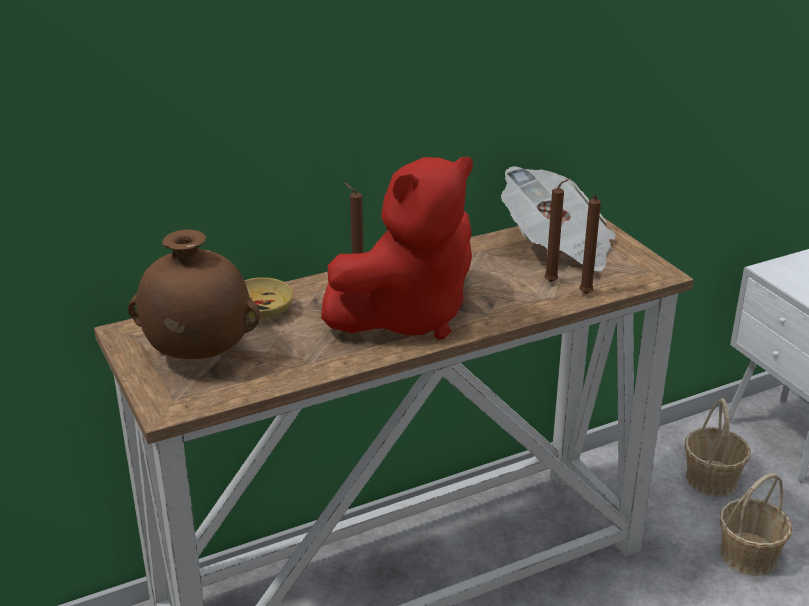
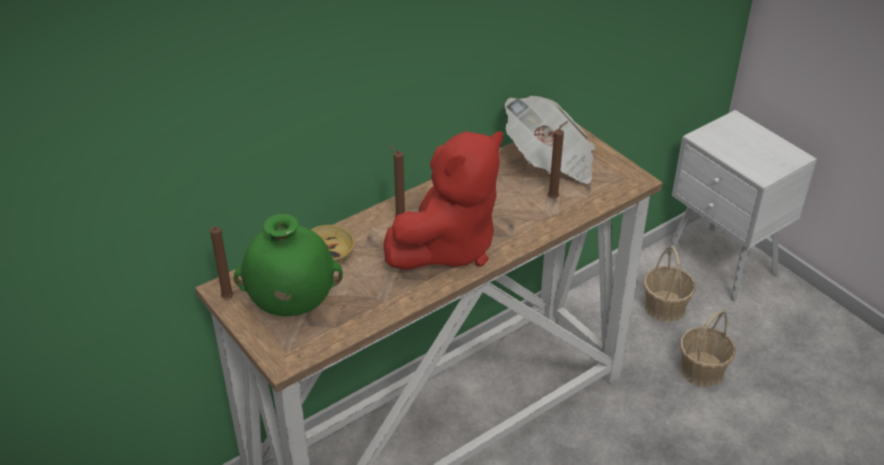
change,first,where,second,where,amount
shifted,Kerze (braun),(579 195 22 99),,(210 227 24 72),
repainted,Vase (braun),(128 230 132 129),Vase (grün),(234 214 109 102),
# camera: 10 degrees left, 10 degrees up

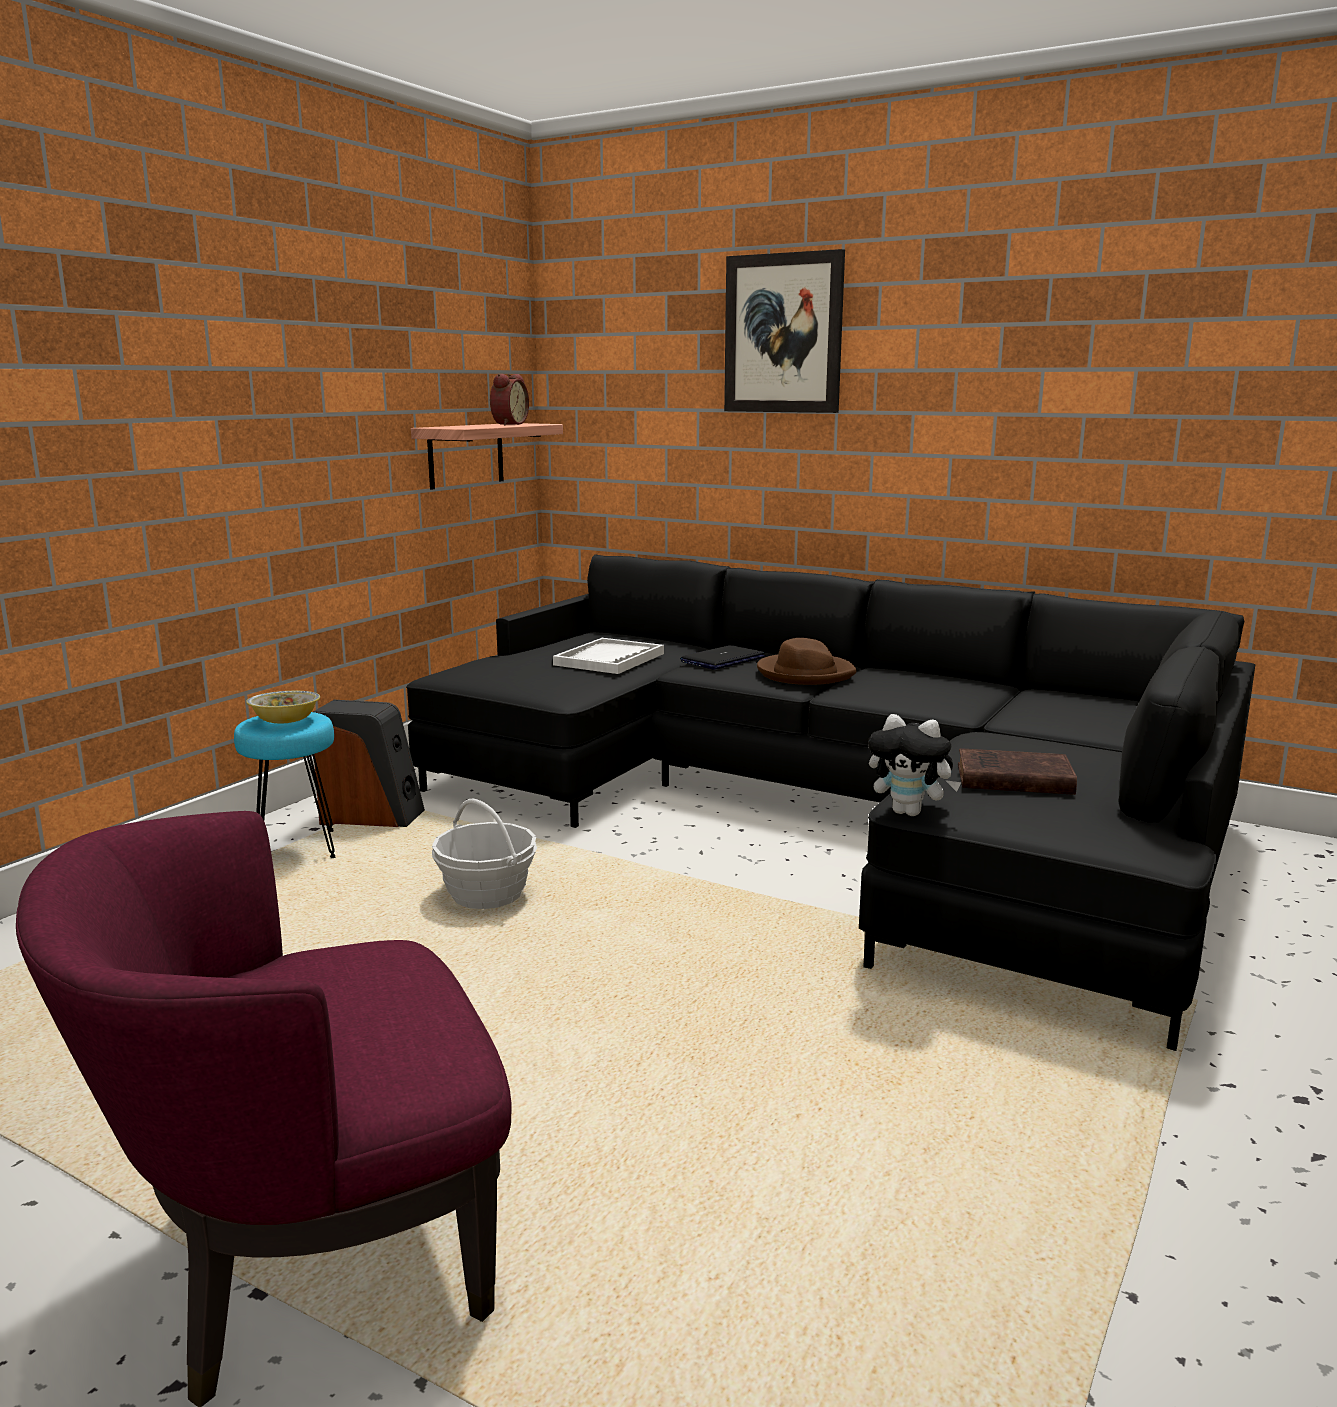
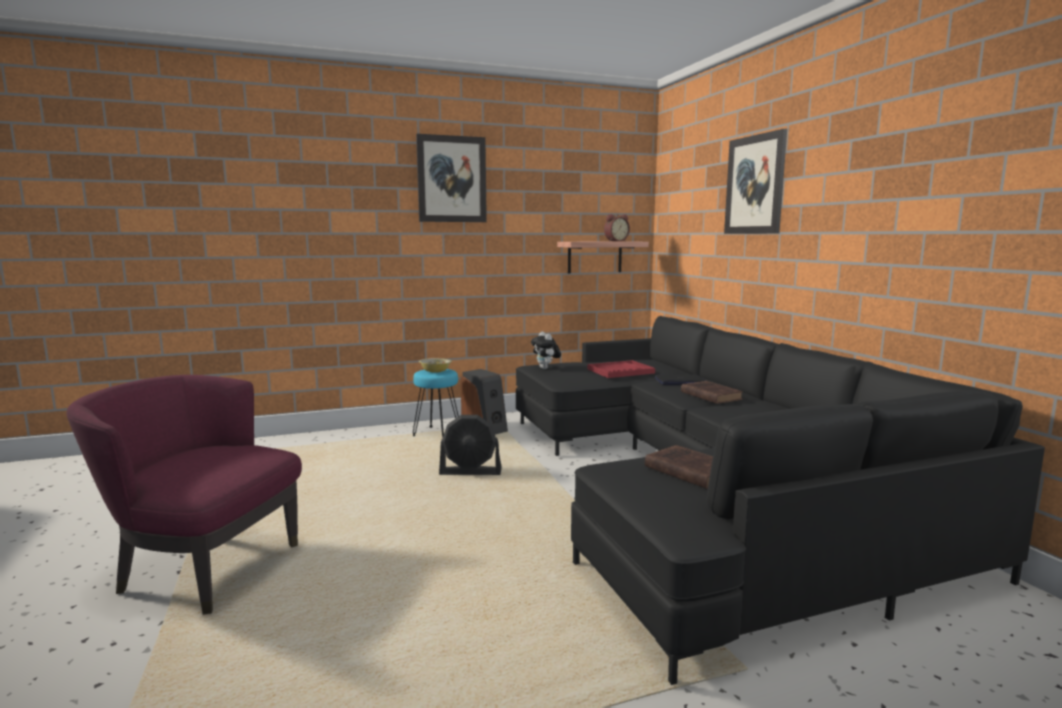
change,first,where,second,where,amount
repainted,Tablett (weiß),(553 638 111 36),Tablett (rot),(588 360 67 18),
swapped,Hut (braun),(757 638 100 47),Buch (braun),(681 381 62 23),
shifted,Plüschtier,(868 714 93 102),,(531 332 30 37),
swapped,Korb,(432 799 105 110),Ventilator (schwarz),(439 415 63 60),
new,,,Bild,(416 134 71 88),
# camera: 40 degrees right, 5 degrees down

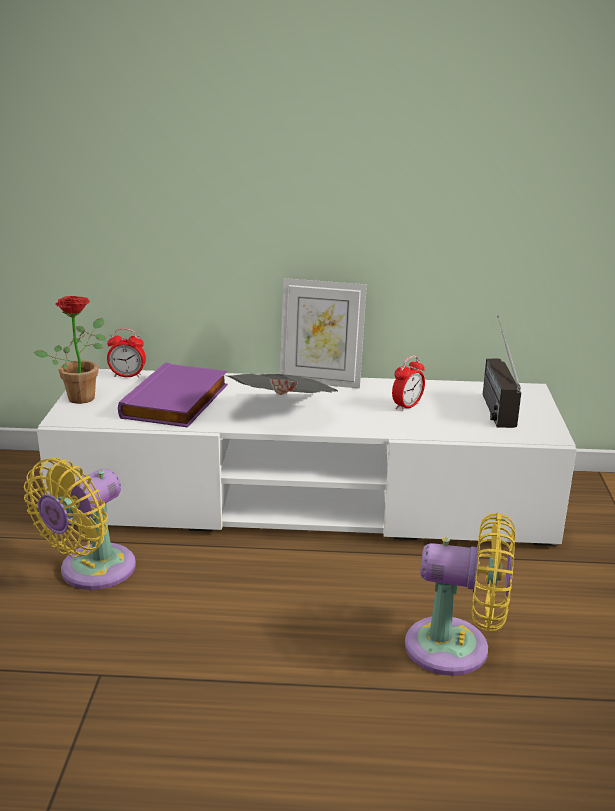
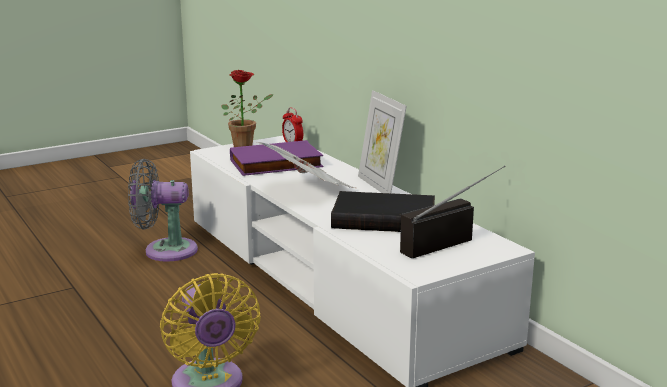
change,first,where,second,where,amount
swapped,Wecker,(392 355 33 57),Buch (schwarz),(331 191 104 41),
repainted,Ventilator (gelb),(24 458 112 132),Ventilator (grau),(128 159 70 103),
# camera: 55 degrees right, 5 degrees down

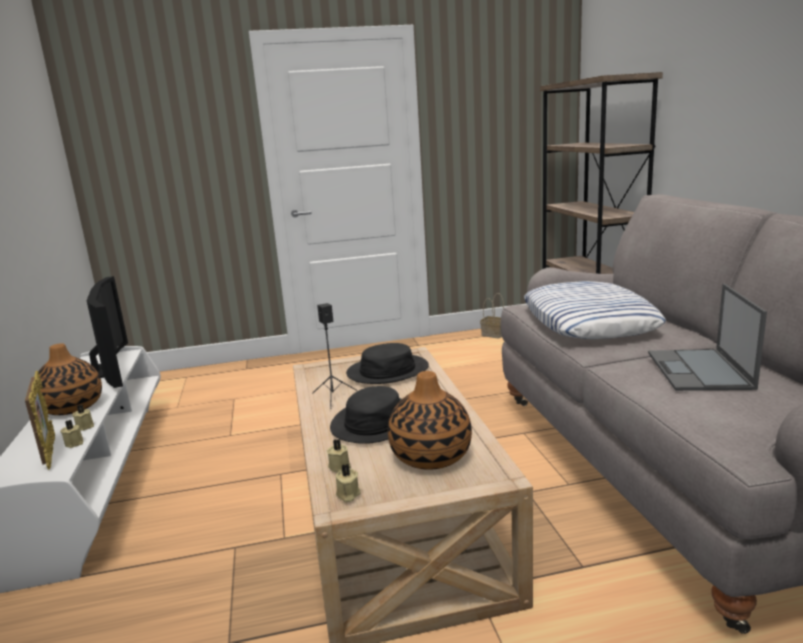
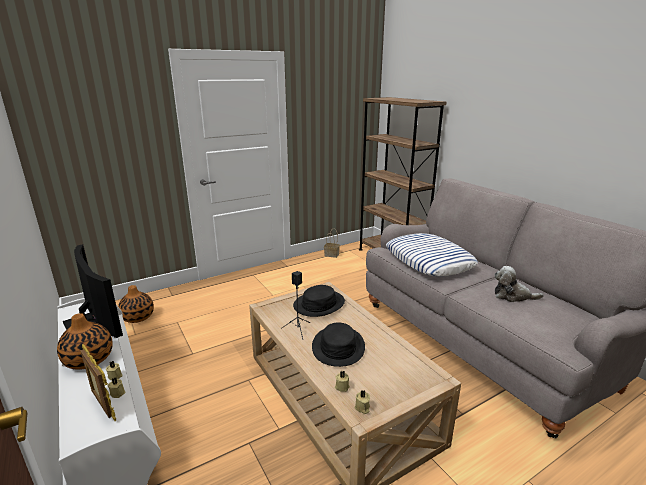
change,first,where,second,where,amount
swapped,Laptop,(648 284 119 107),Plüschtier,(494 266 50 36),
shifted,Vase,(388 371 84 99),,(118 285 36 38),
# camera: 20 degrees left, 5 degrees up

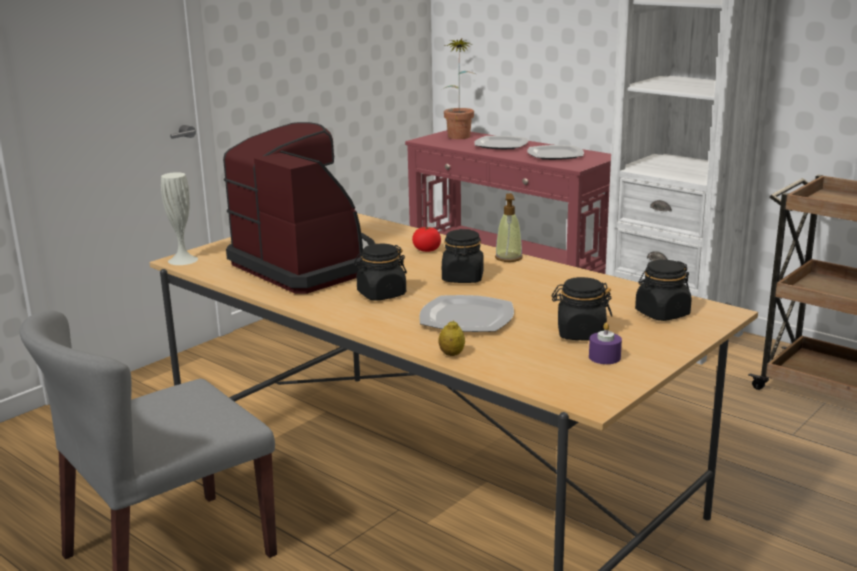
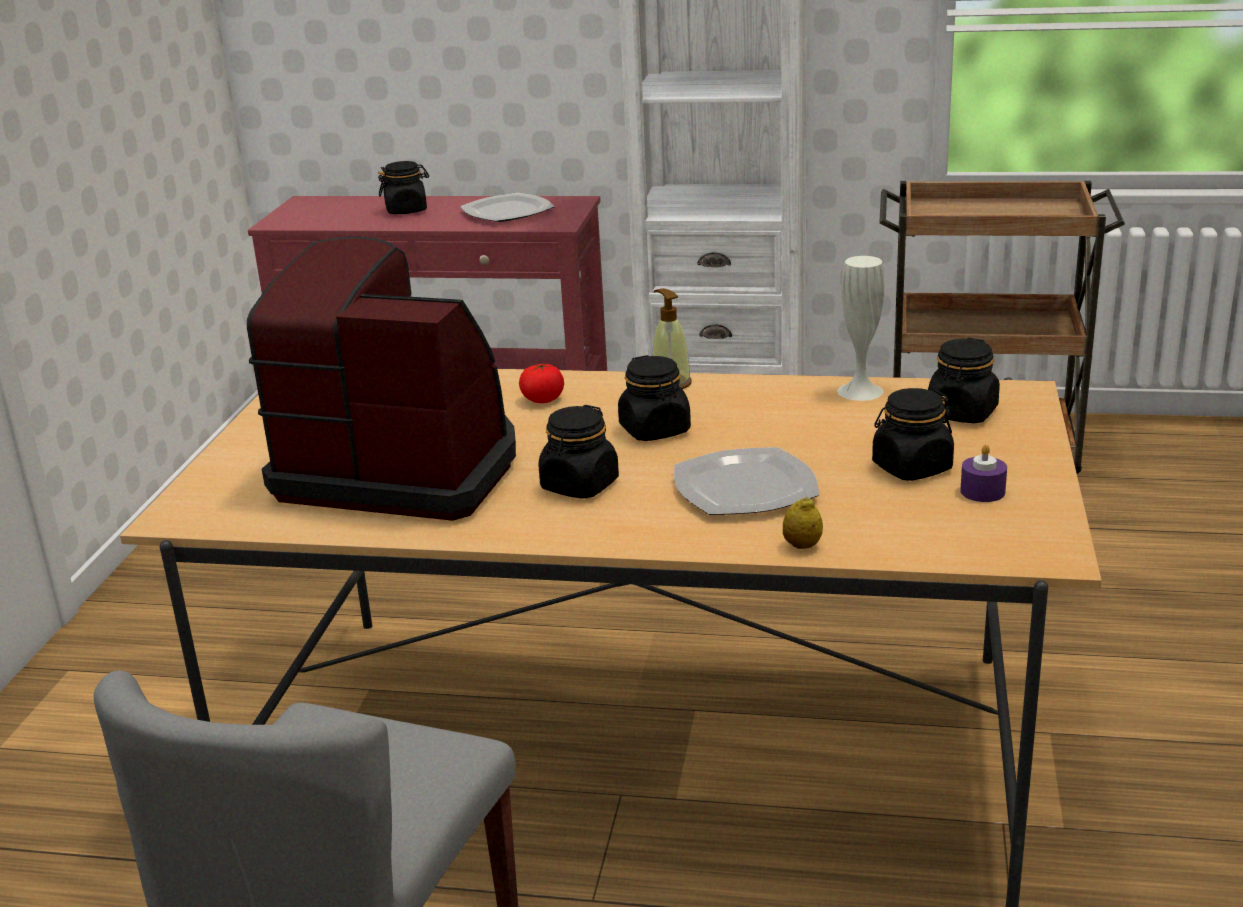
change,first,where,second,where,amount
gone,Topfpflanze,(443 38 32 101),,,
swapped,Teller,(474 136 54 13),Vorratsglas (schwarz),(378 161 51 53),
shifted,Vase (weiß),(161 172 37 93),,(837 256 47 145),
# camera: 30 degrees left, 5 degrees up

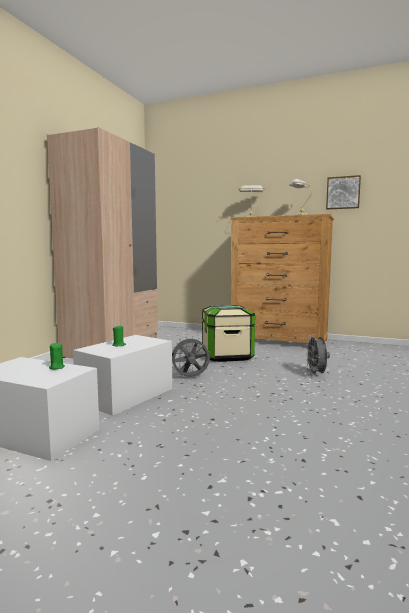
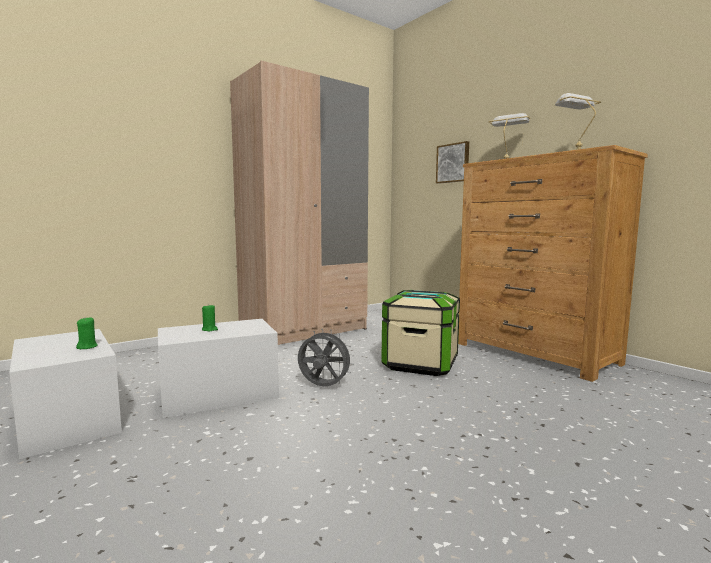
change,first,where,second,where,amount
shifted,Bild,(326 175 35 35),,(436 141 33 43),
gone,Ventilator (grau),(305 334 25 42),,,
# camera: 30 degrees right, 0 degrees up

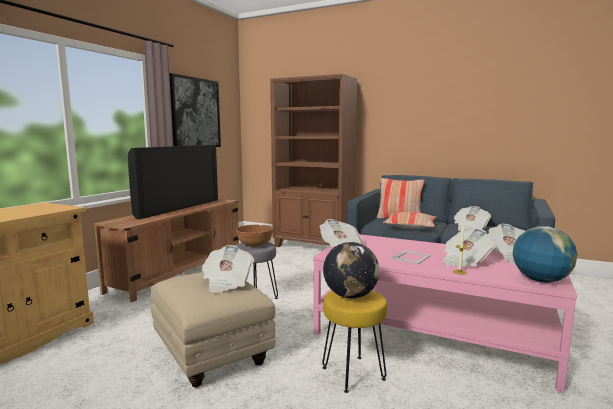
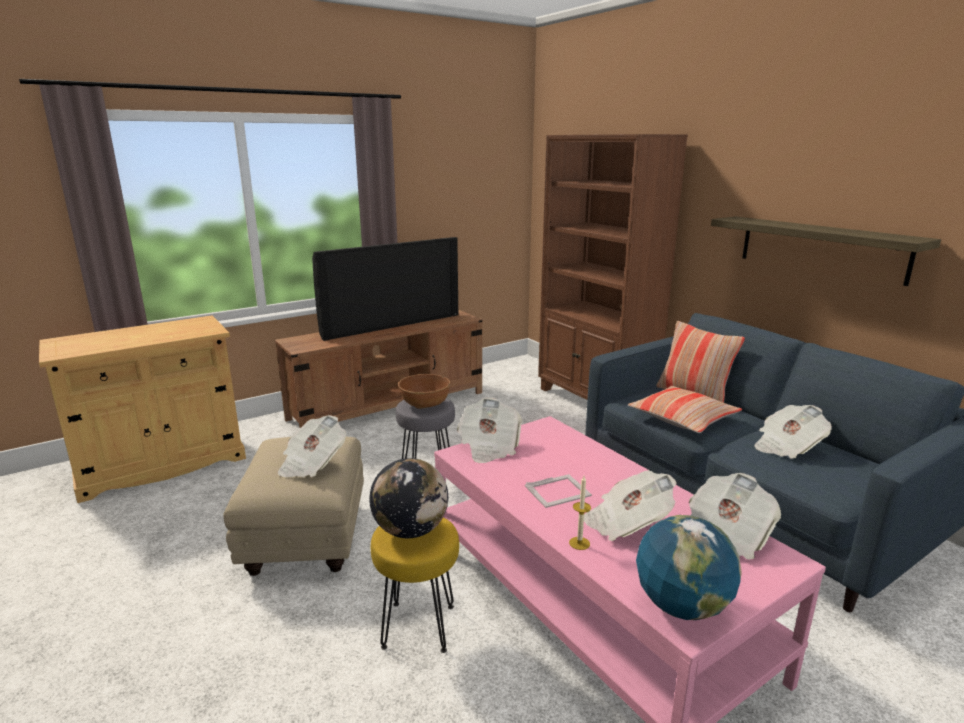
change,first,where,second,where,amount
gone,Bild,(169 73 52 74),,,
new,,,Wandregal,(711 216 230 70),
# camera: 30 degrees right, 10 degrees up

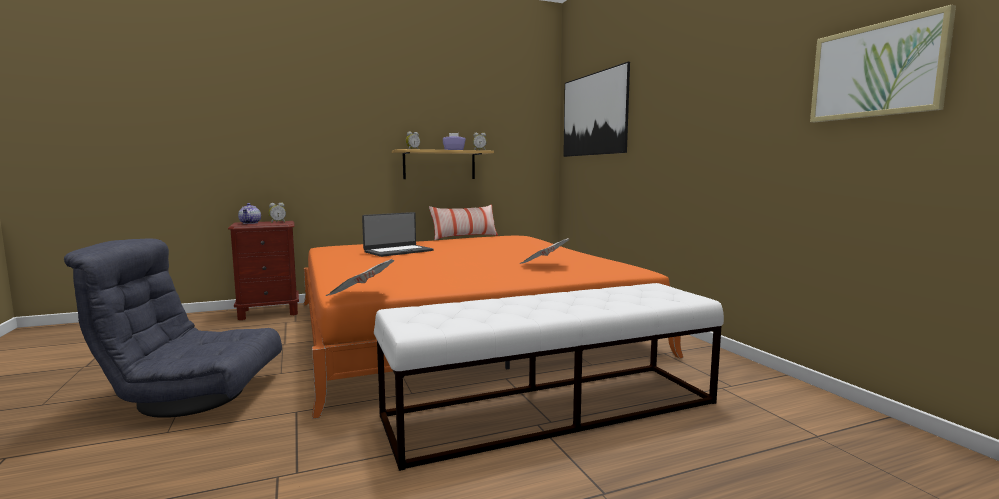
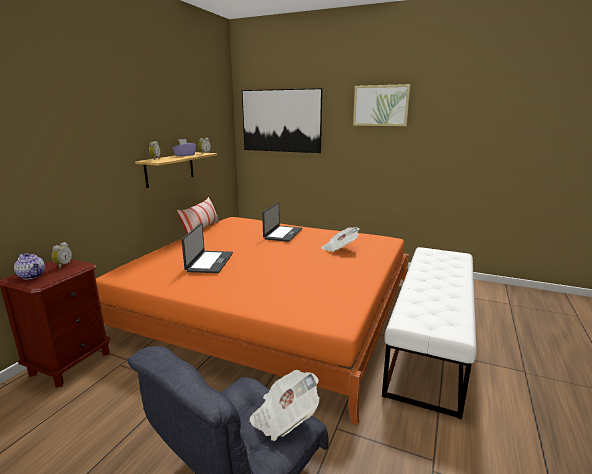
change,first,where,second,where,amount
shifted,Bild,(810 5 146 117),,(353 84 57 42),
shifted,Zeitung,(326 259 69 37),,(250 370 70 71),
new,,,Laptop,(262 202 40 40),
# camera: 45 degrees left, 10 degrees up

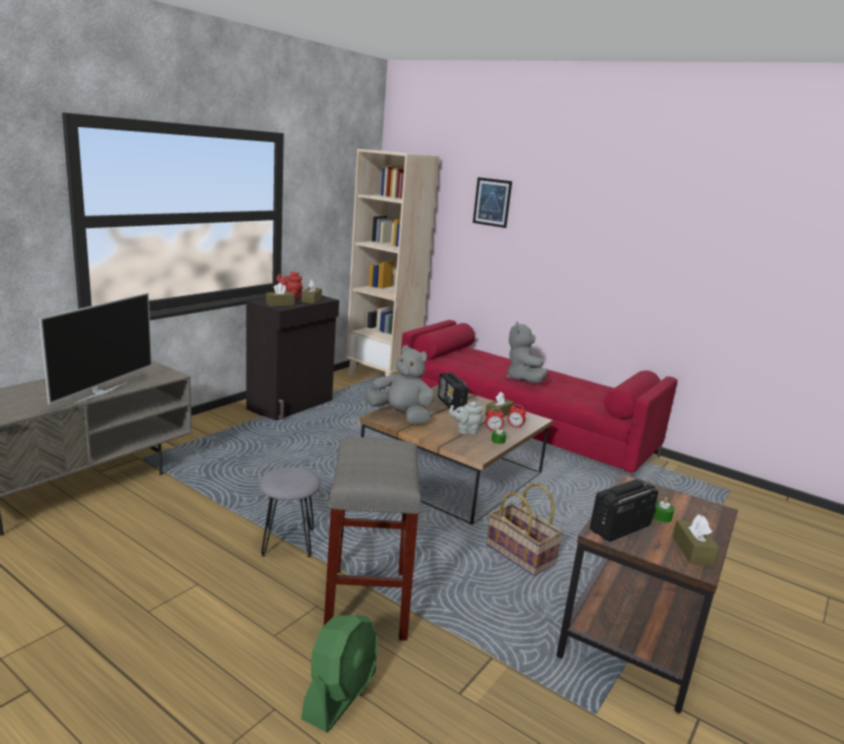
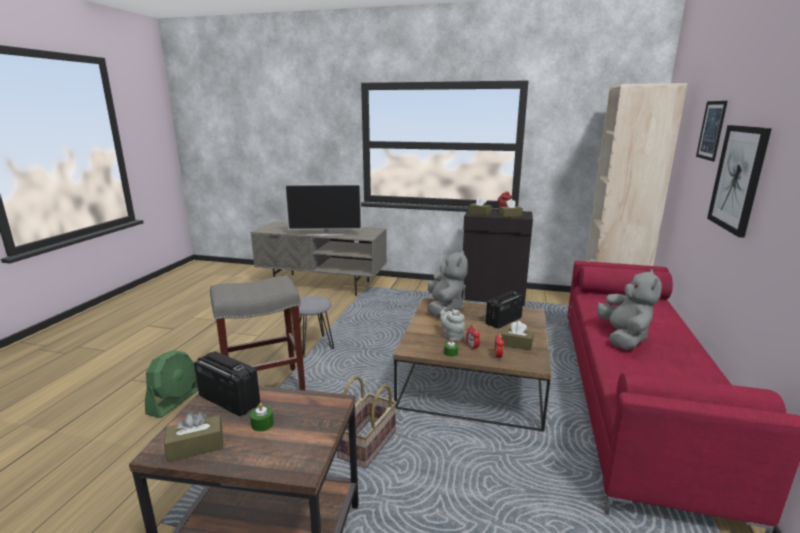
change,first,where,second,where,amount
rotated,Plüschtier (grau),(506 321 42 62),,(597 269 65 81),120 degrees clockwise
rotated,Ventilator (grün),(301 615 77 118),,(145 350 54 68),75 degrees counterclockwise
new,,,Bild,(707 125 65 113),
# camera: 70 degrees right, 0 degrees up

